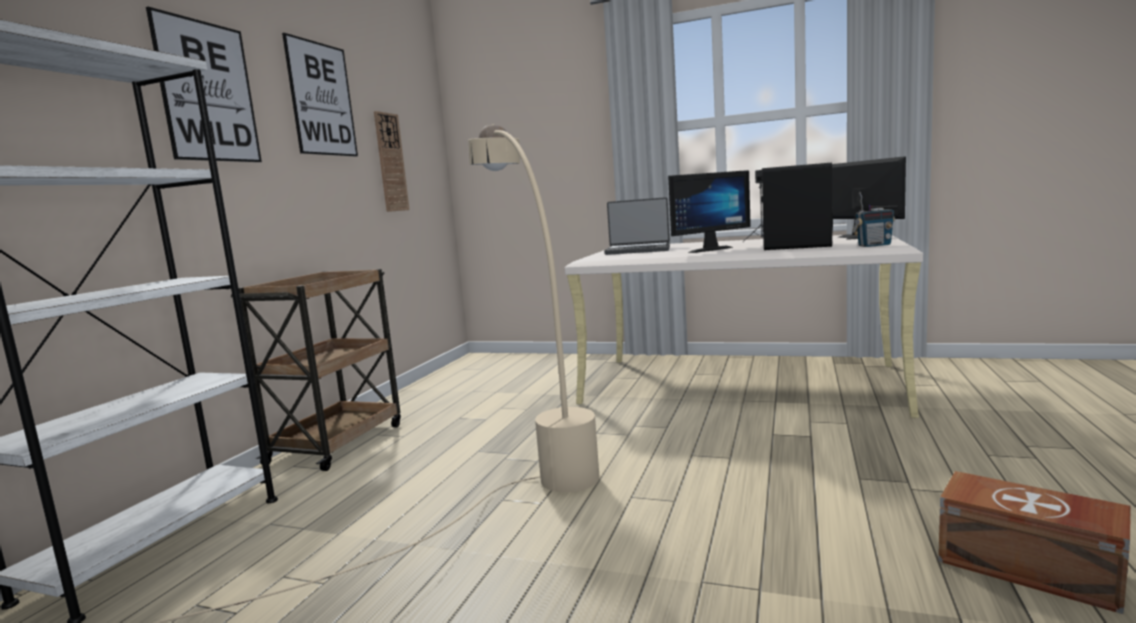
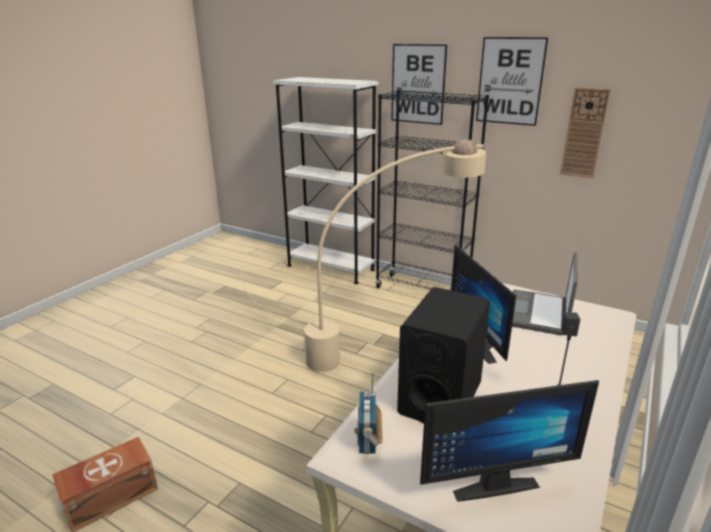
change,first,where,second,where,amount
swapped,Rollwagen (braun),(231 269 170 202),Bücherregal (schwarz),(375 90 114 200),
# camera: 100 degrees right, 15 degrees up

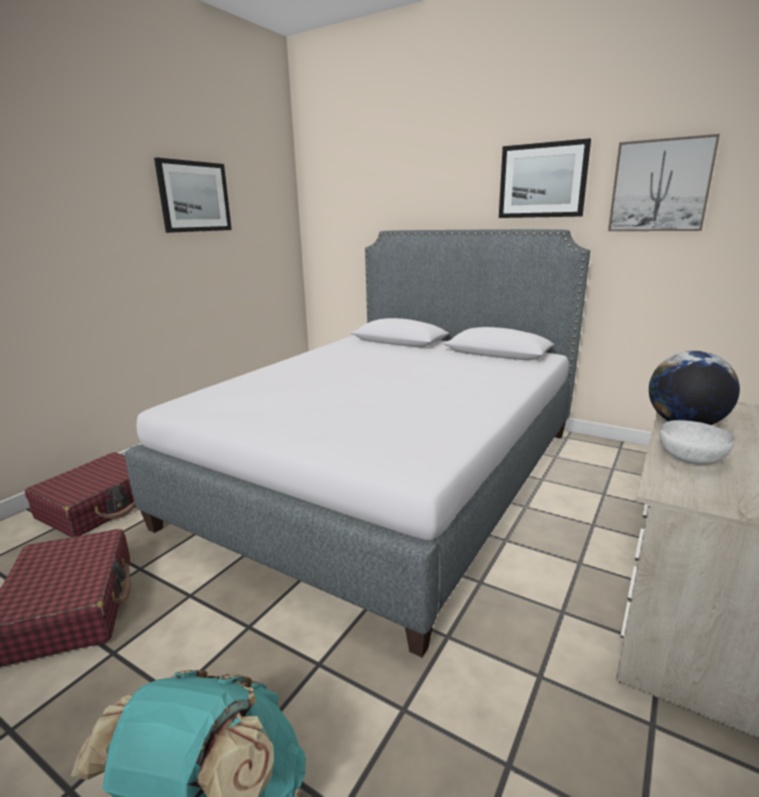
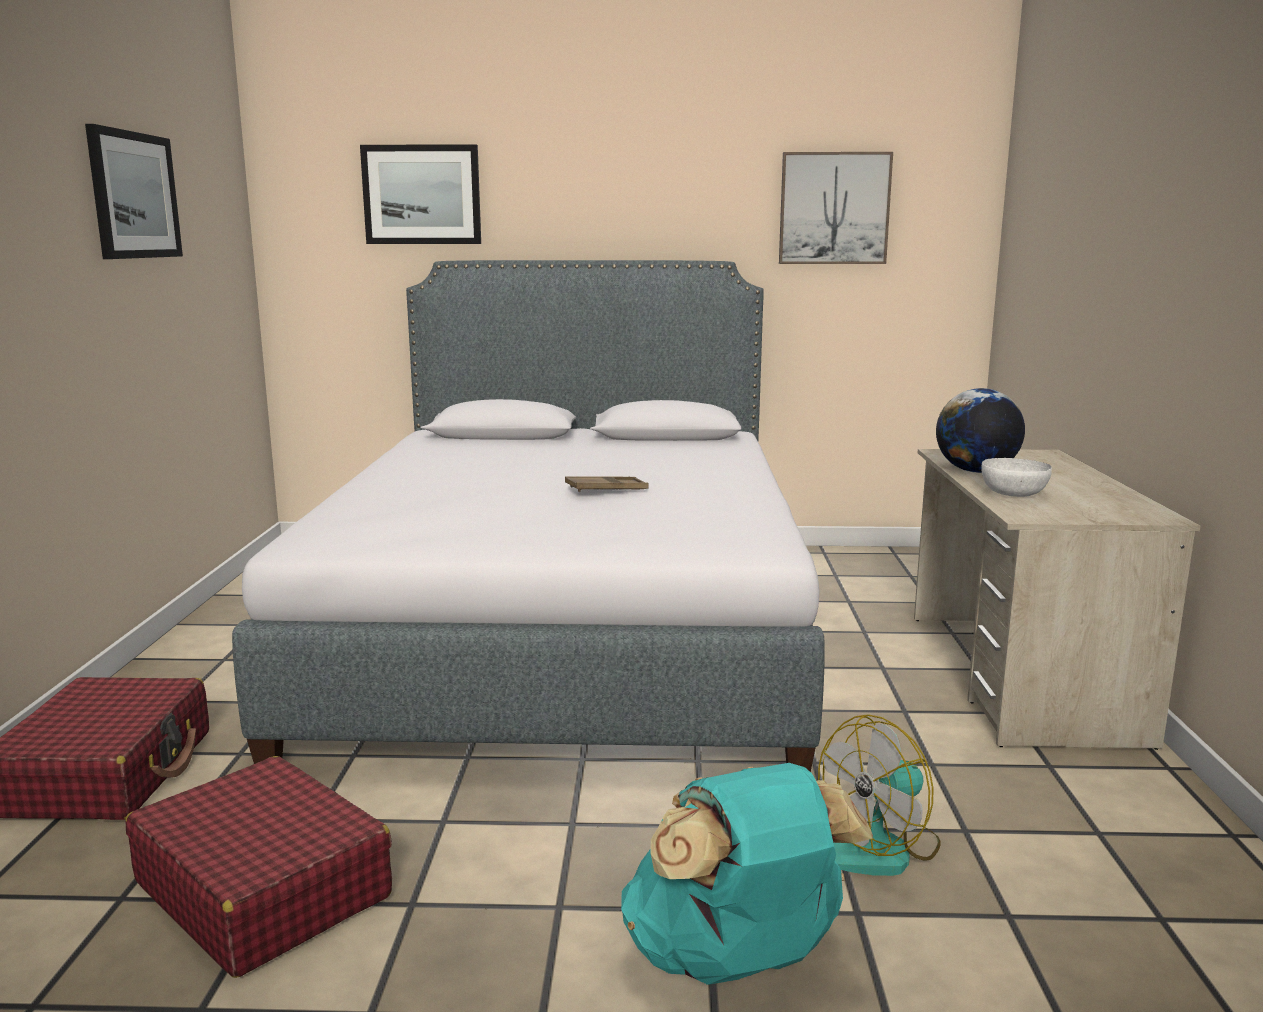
change,first,where,second,where,amount
shifted,Bild,(499 138 92 80),,(360 144 121 100),
new,,,Tablett (braun),(565 476 84 16),
new,,,Ventilator,(818 714 123 162),
# camera: 30 degrees left, 5 degrees down

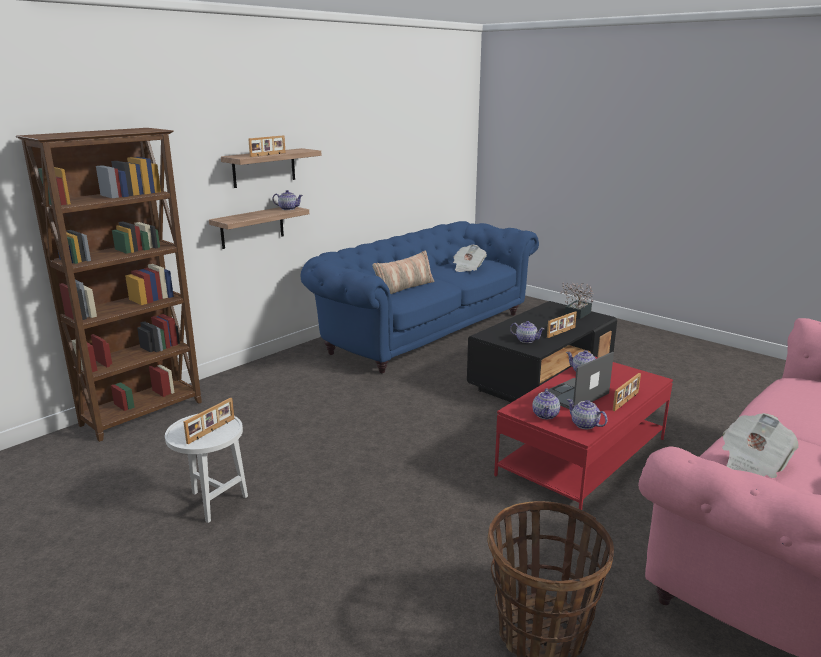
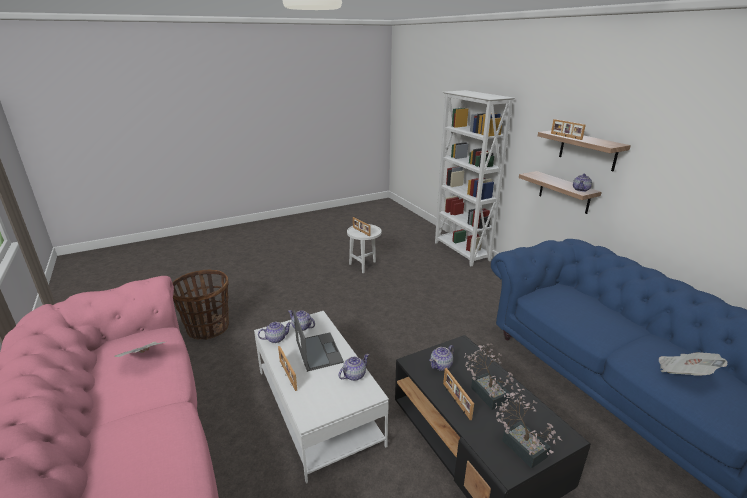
change,first,where,second,where,amount
repainted,Bücherregal (braun),(16 128 186 314),Bücherregal (weiß),(435 90 80 176),
gone,Kissen,(372 251 62 43),,,
repainted,Couchtisch (rot),(494 356 179 154),Couchtisch (weiß),(254 311 135 172),
new,,,Topfpflanze,(465 343 54 67),
# camera: 110 degrees right, 5 degrees up

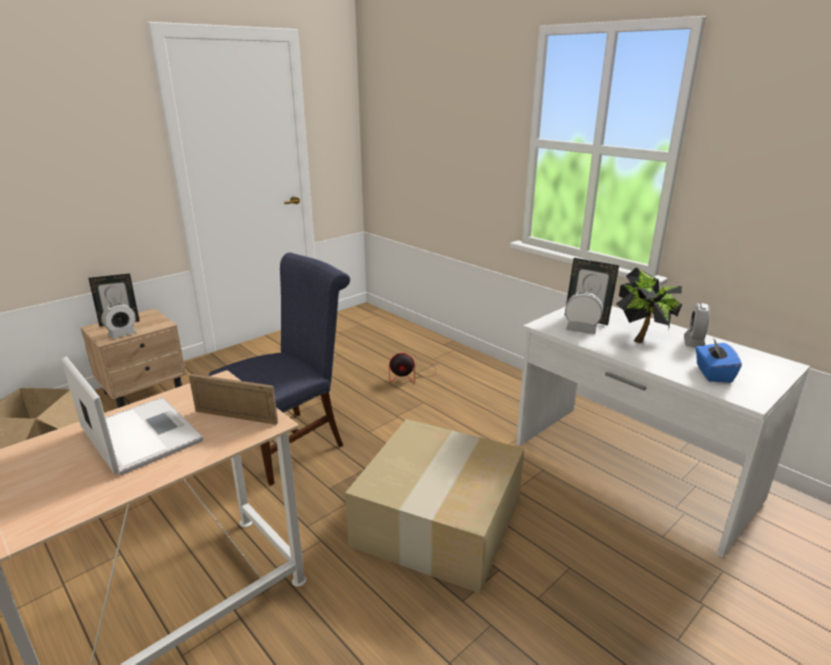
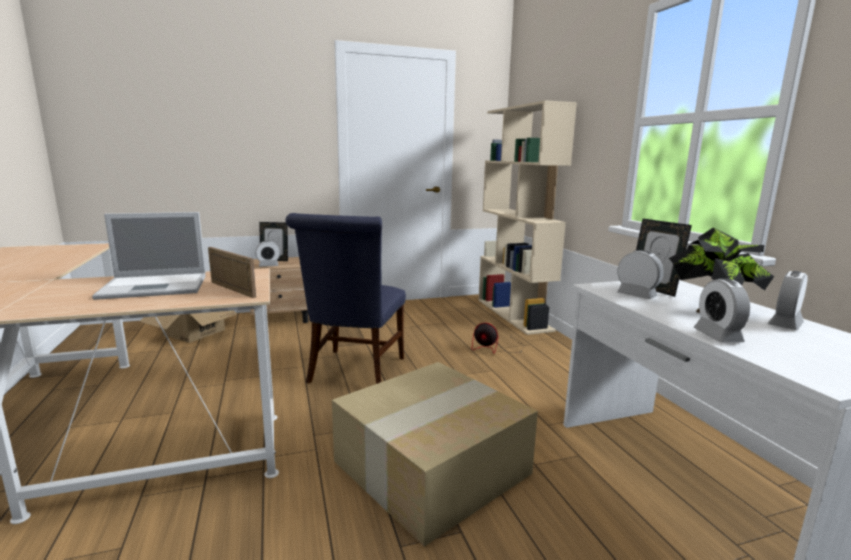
change,first,where,second,where,amount
rotated,Stuhl (blau),(209 252 141 234),,(286 213 120 171),120 degrees clockwise
gone,Taschentuchbox (blau),(696 339 46 44),,,
rotated,Laptop,(61 357 142 118),,(92 212 114 88),90 degrees clockwise
new,,,Bücherregal (beige),(478 100 99 235),
new,,,Wecker,(693 278 57 65),
# camera: 25 degrees right, 10 degrees down

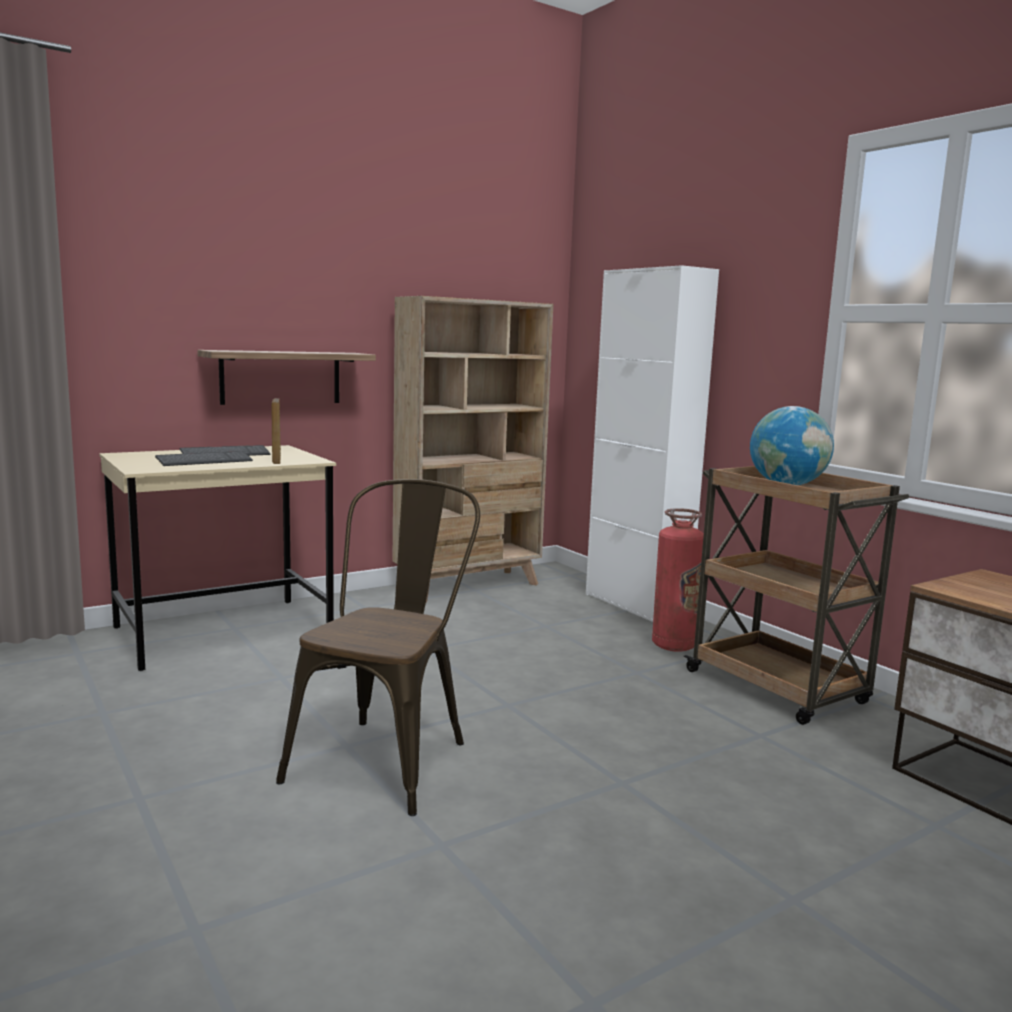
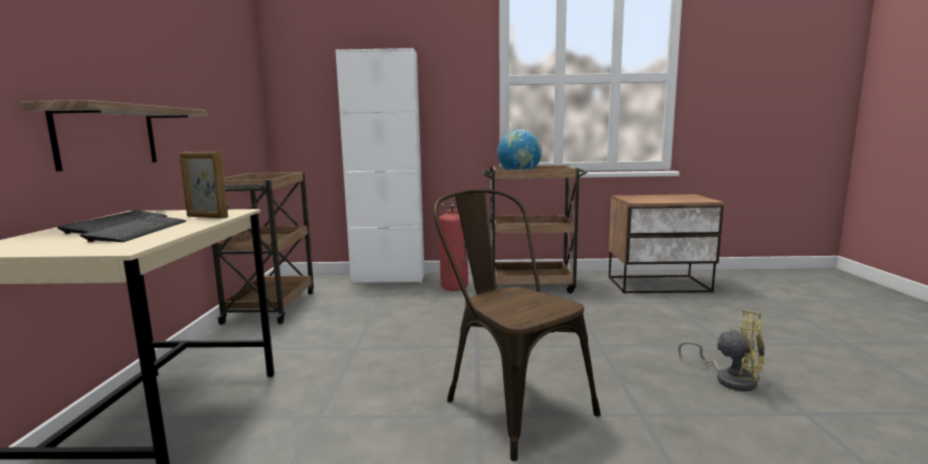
change,first,where,second,where,amount
swapped,Bücherregal (beige),(392 296 161 306),Rollwagen (braun),(212 172 102 152),
new,,,Ventilator (gelb),(678 310 87 81),
# camera: 55 degrees left, 0 degrees up

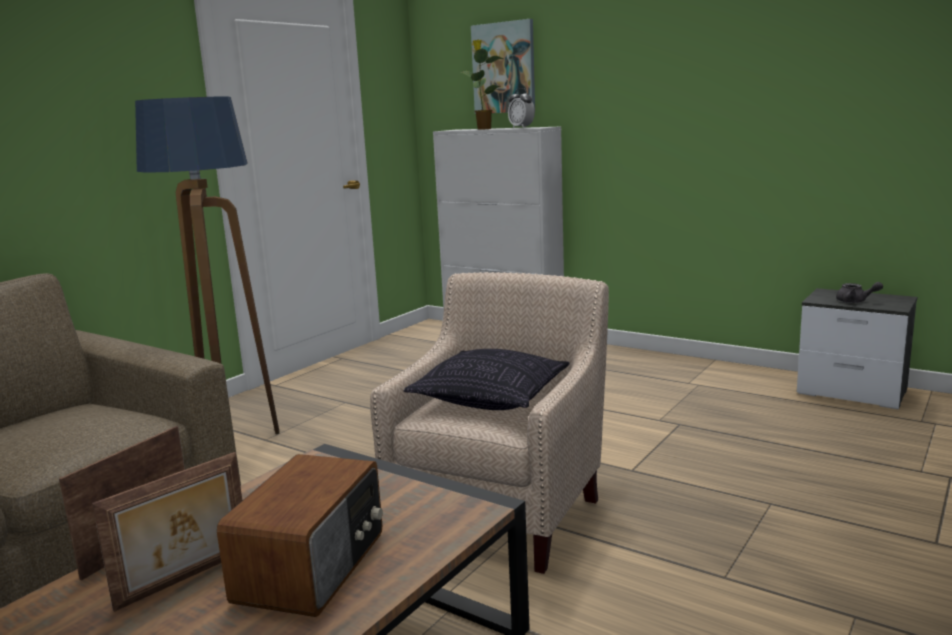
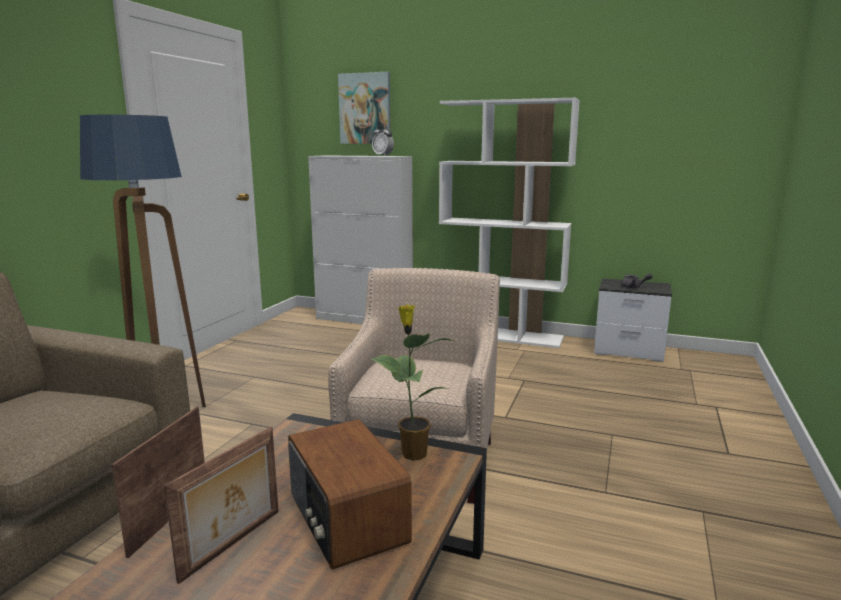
change,first,where,second,where,amount
shifted,Topfpflanze,(459 40 45 90),,(371 304 86 157),
gone,Kissen,(404 349 166 61),,,
rotated,Radio,(217 454 166 163),,(288 419 124 151),150 degrees clockwise
new,,,Bücherregal (weiß),(439 98 141 250),
# camera: 15 degrees left, 0 degrees up

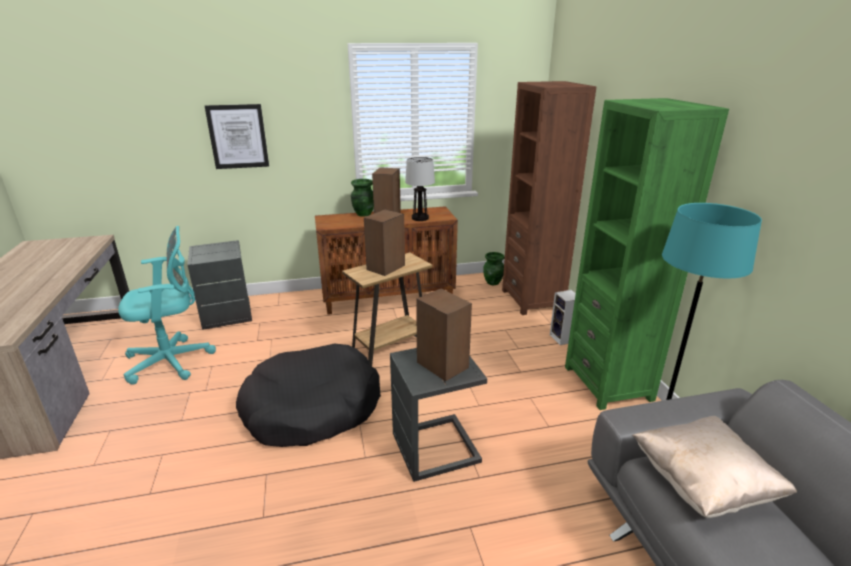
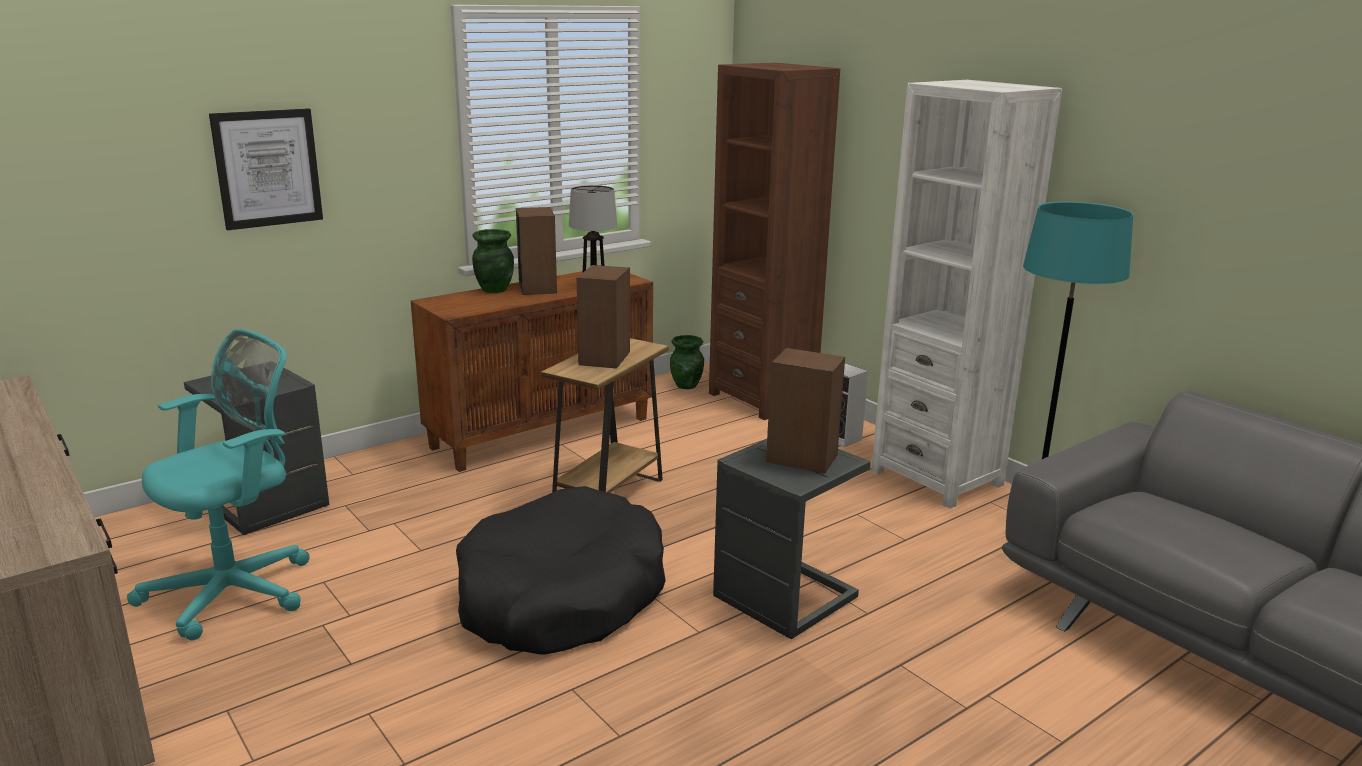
change,first,where,second,where,amount
repainted,Bücherregal (grün),(565 98 164 312),Bücherregal (weiß),(871 80 191 429),
gone,Kissen (beige),(632 416 165 102),,,
# camera: 25 degrees left, 5 degrees down

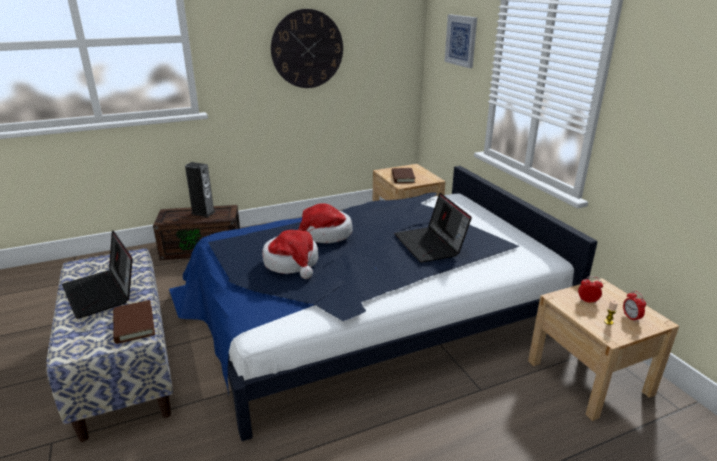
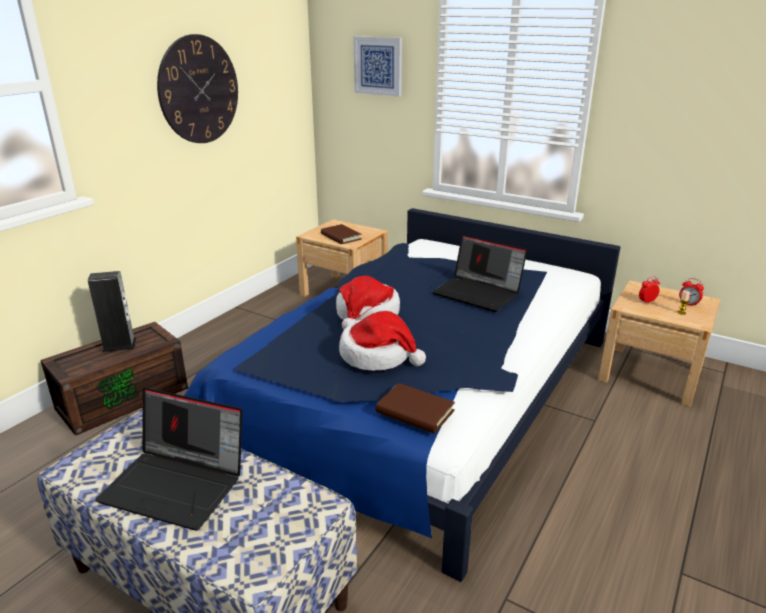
change,first,where,second,where,amount
shifted,Buch (braun),(113 300 42 44),,(376 383 79 51),
# camera: 35 degrees left, 0 degrees up

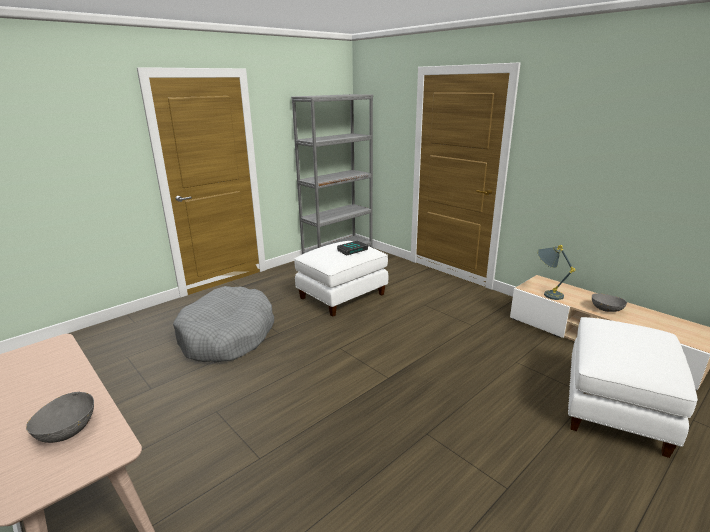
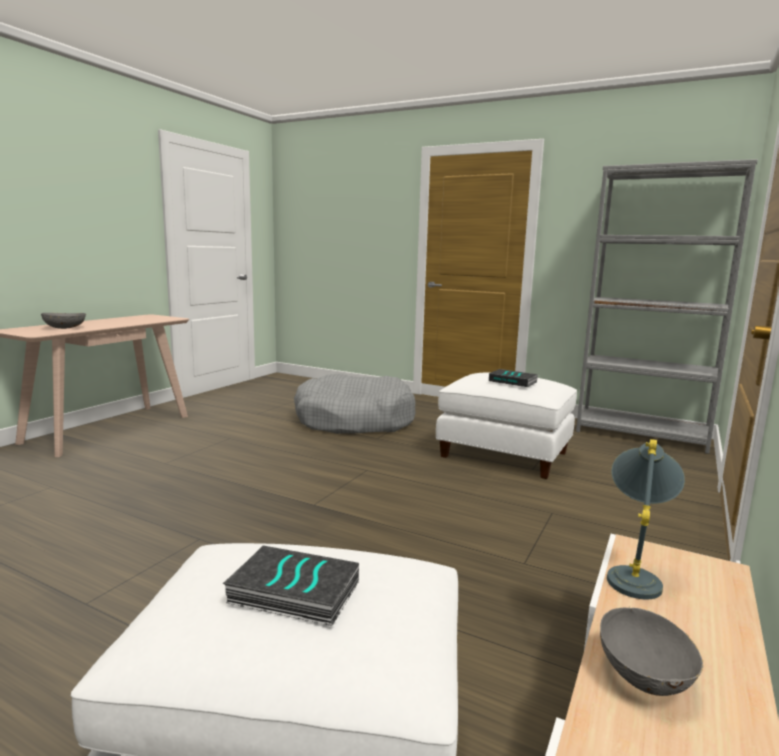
change,first,where,second,where,amount
new,,,Buch,(223 545 136 81),
# camera: 70 degrees right, 10 degrees down

